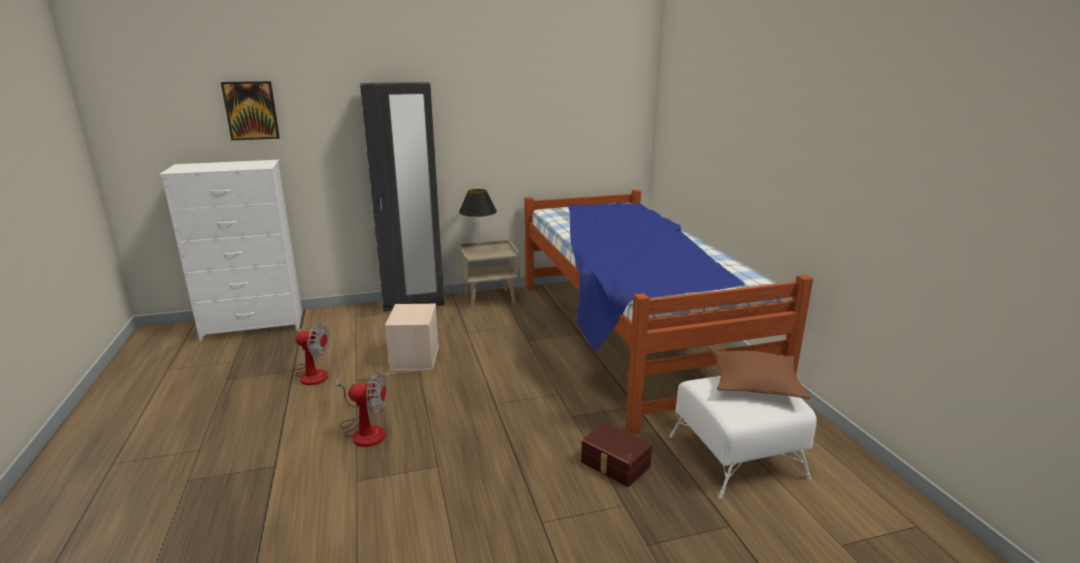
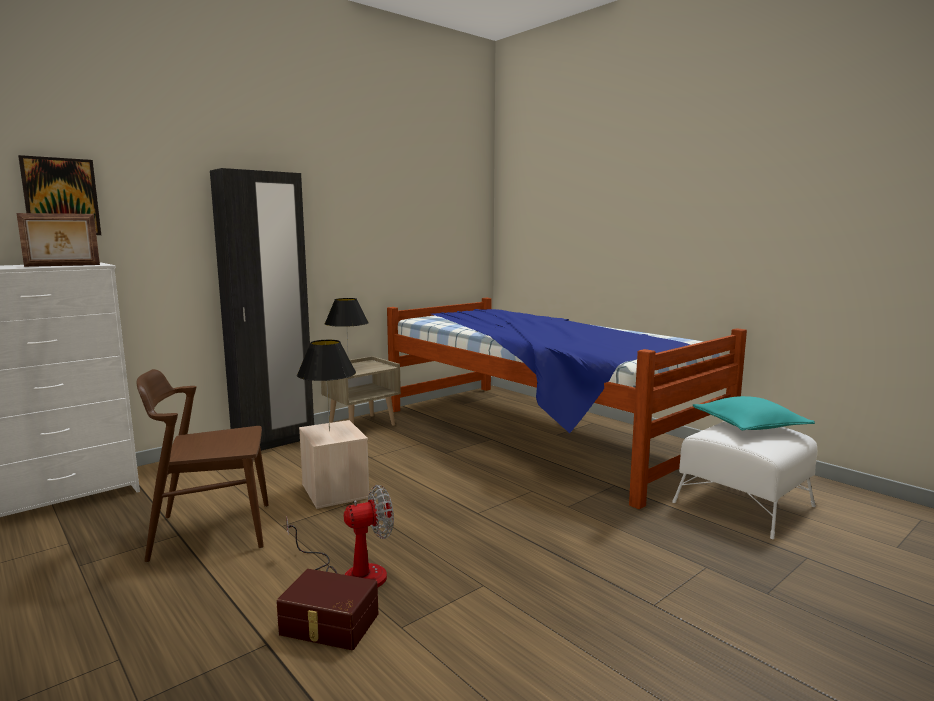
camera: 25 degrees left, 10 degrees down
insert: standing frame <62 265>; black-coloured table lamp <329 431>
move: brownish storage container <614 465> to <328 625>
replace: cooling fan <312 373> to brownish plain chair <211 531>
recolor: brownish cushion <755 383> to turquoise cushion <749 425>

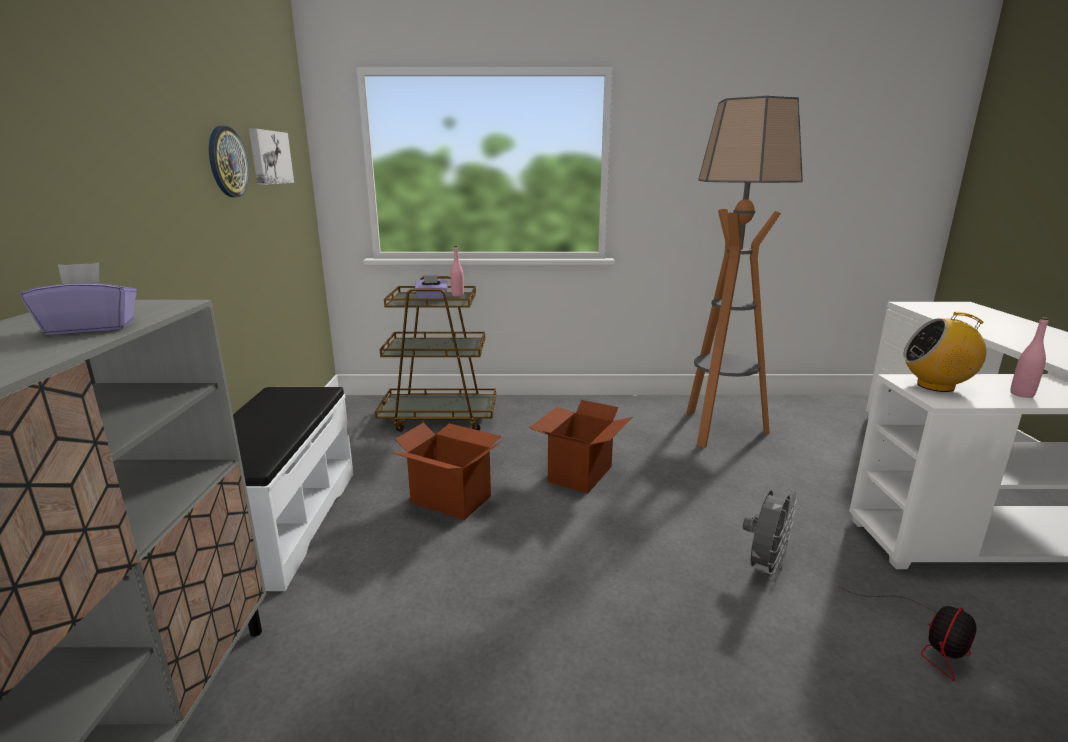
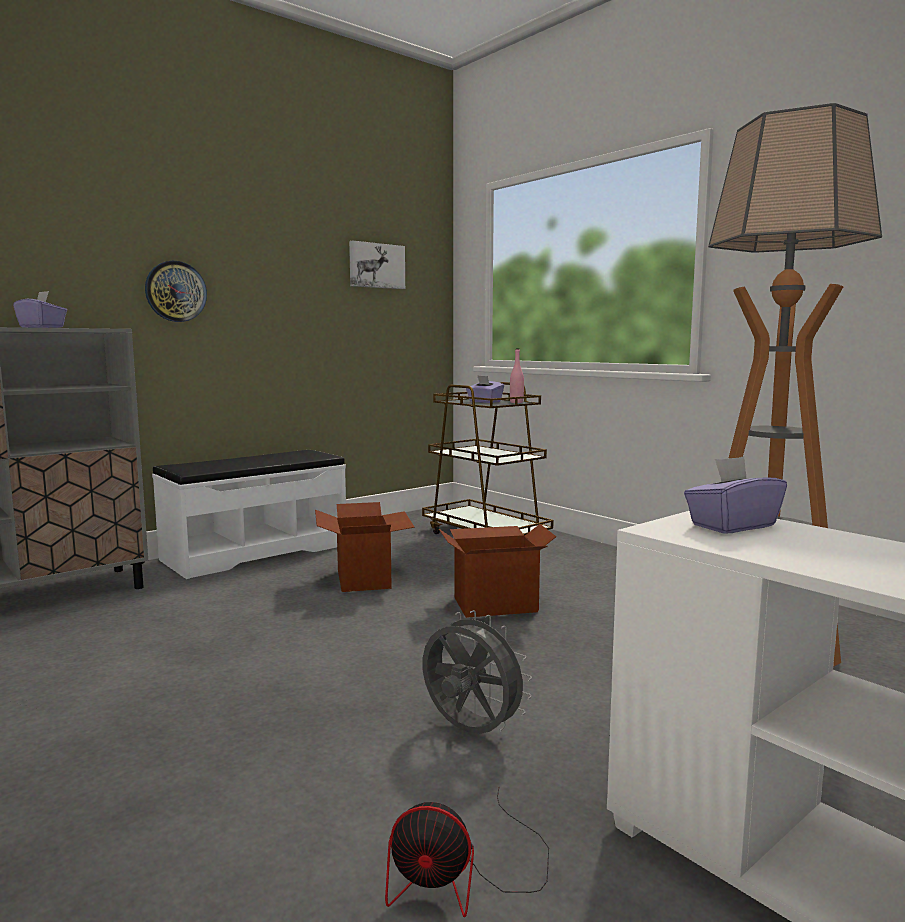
camera: 50 degrees right, 10 degrees down
delete: pinkish beverage bottle <1021 394>
move: hanging clock <227 162> to <175 291>
replace: radio set <936 386> to purplish tissue holder <732 525>
rotate: gray cooling fan <764 567> = <469 732> 135 degrees counterclockwise

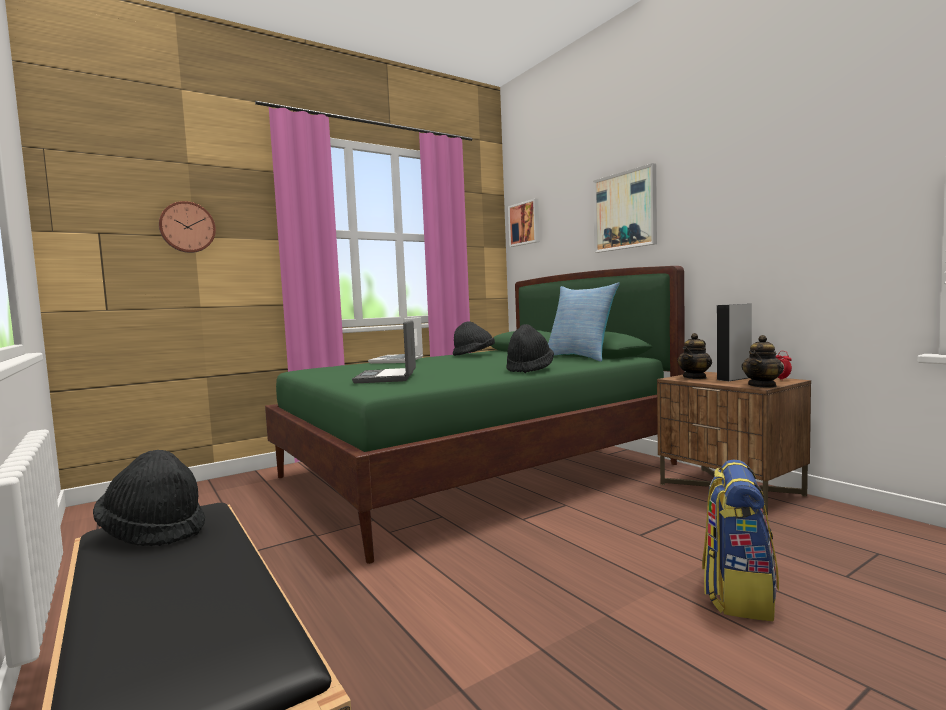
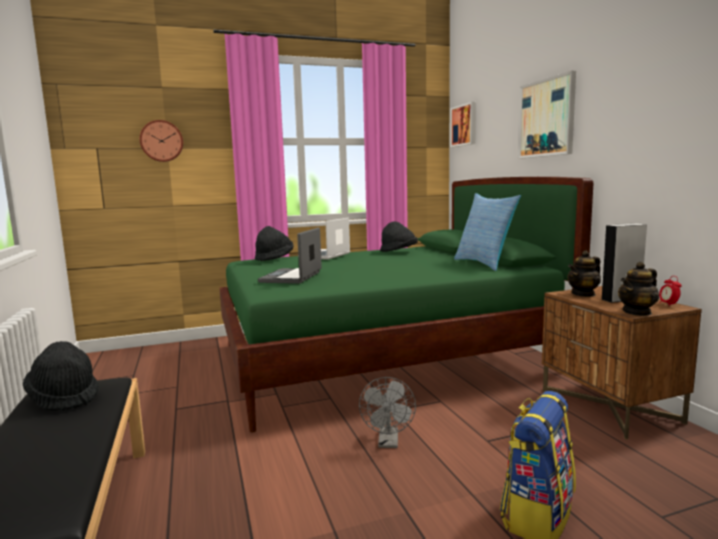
camera: 15 degrees right, 5 degrees up
insert: gray cooling fan <388 443>
move: black-coloured wearable hat <529 369> to <274 258>

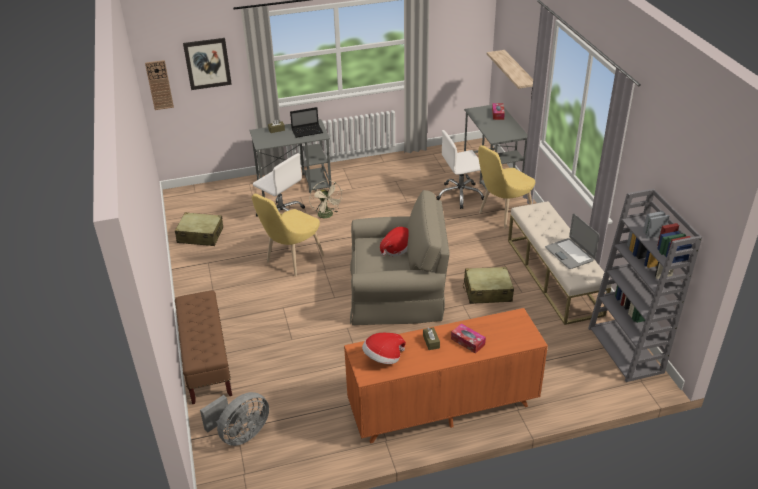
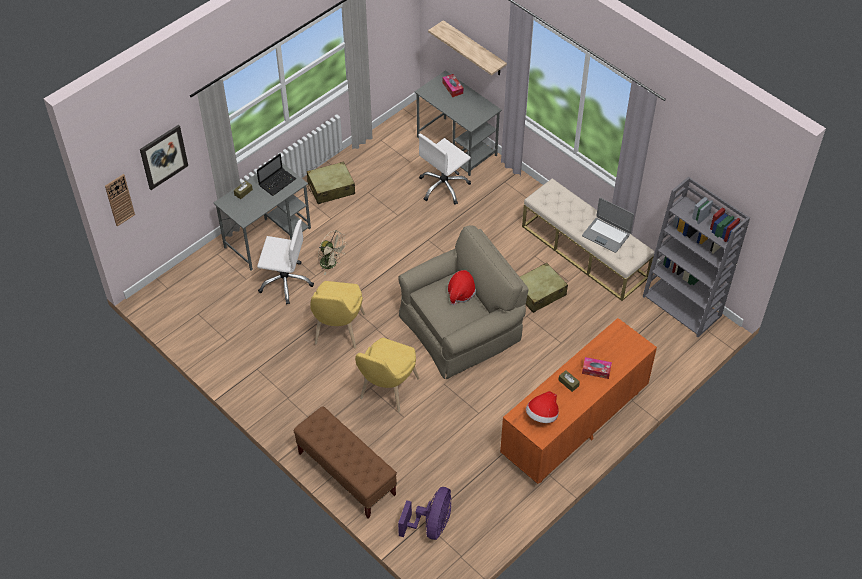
camera: 30 degrees left, 15 degrees up
move: beige-coloured piece of luggage <200 235> to <331 188>; yellowish plain chair <502 215> to <387 391>
recolor: gray cooling fan <240 434> to purplish cooling fan <431 525>

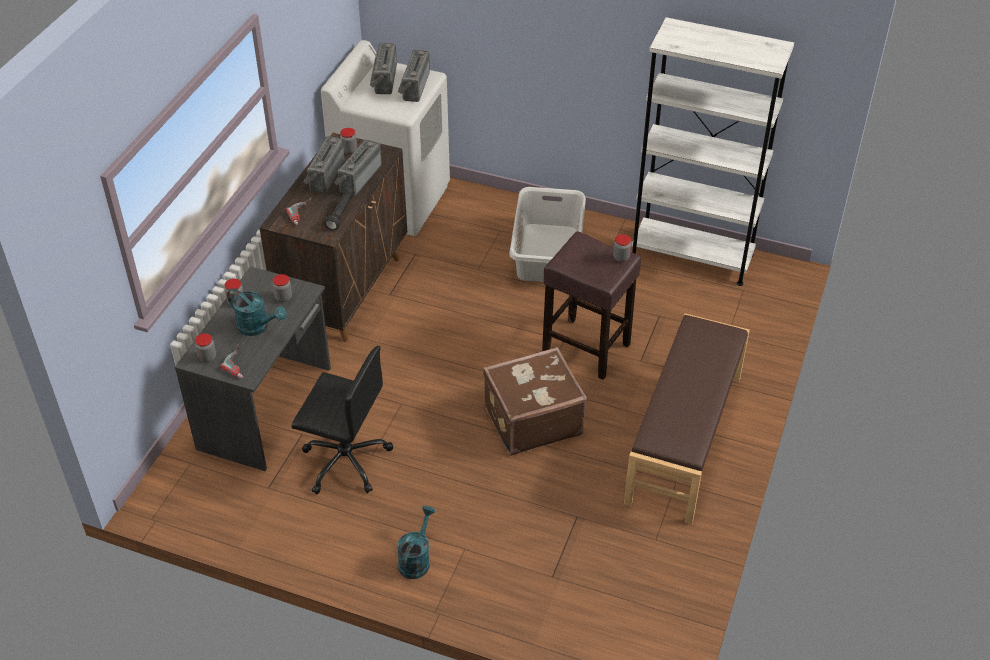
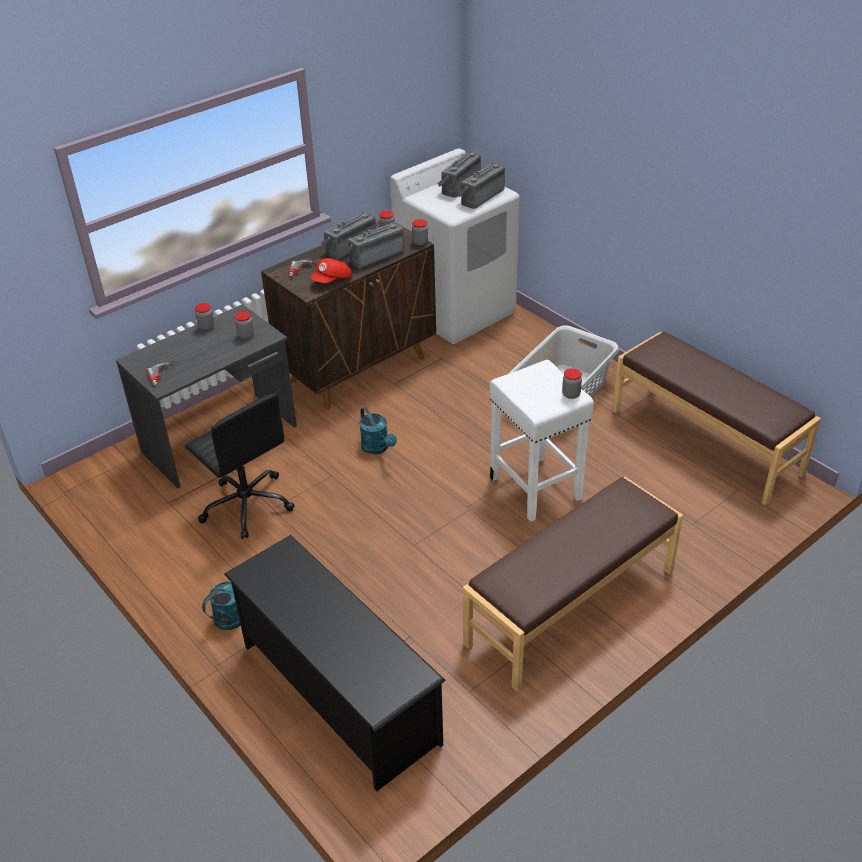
camera: 30 degrees right, 5 degrees down
delete: brownish piece of luggage <531 419>
insert: black-coloured shoe rack <338 692>
move: preserve jar <207 357> to <420 242>; turquoise sprinkling can <258 327> to <378 448>
replace: black-coloured torch <339 216> to reddish baseball cap <332 280>; white shelving unit <691 256> to brownish long seat <705 441>
recolor: brownish stool <587 349> to white stool <536 489>

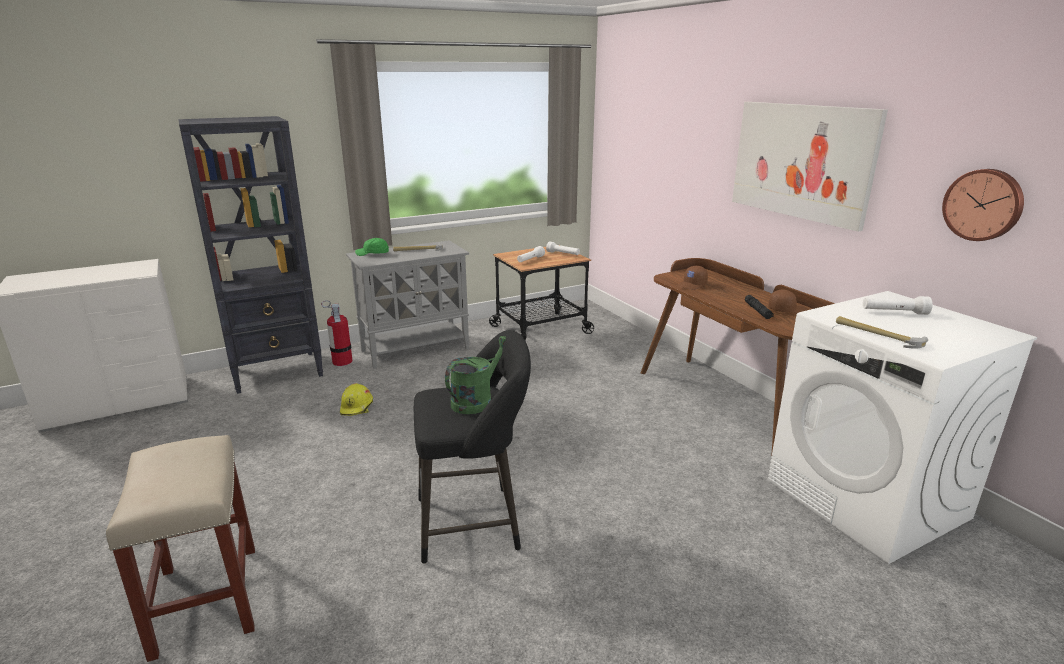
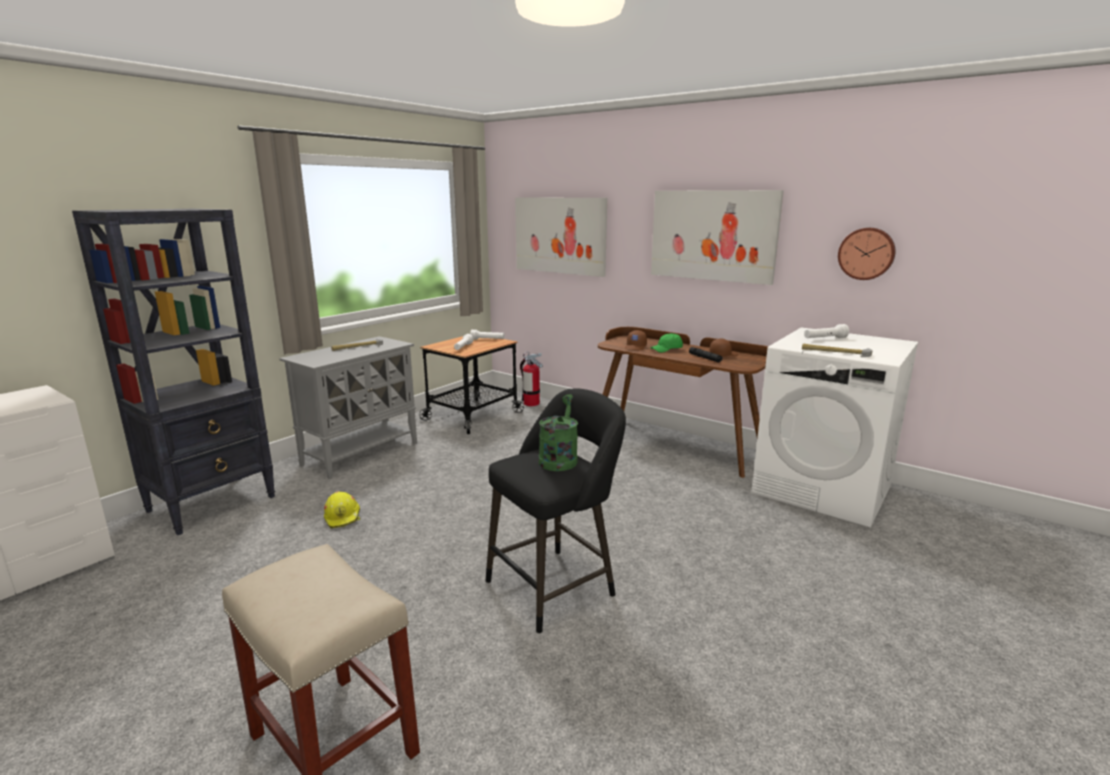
camera: 25 degrees left, 5 degrees down
insert: wall art <560 235>
move: extinguisher <342 361> to <531 403>; green-coloured baseball cap <373 254> to <667 349>

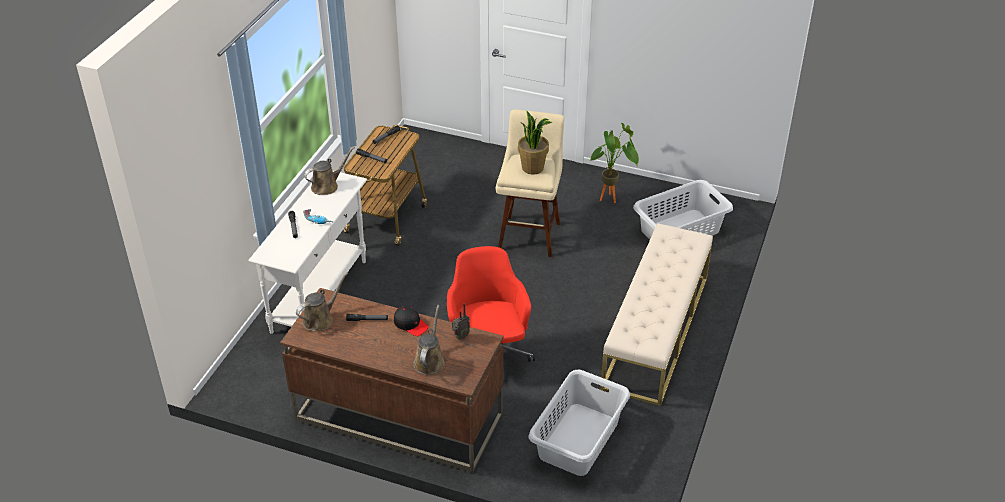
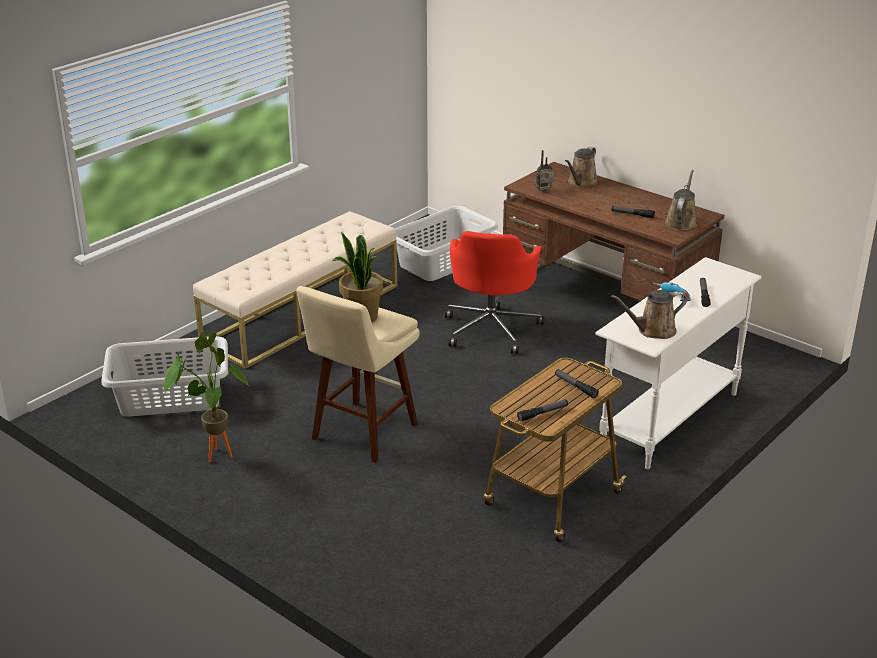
camera: 160 degrees left, 10 degrees down
delete: black-coloured baseball cap <410 324>
rotate: brownish sprinkling can <320 319> = <681 222> 135 degrees clockwise

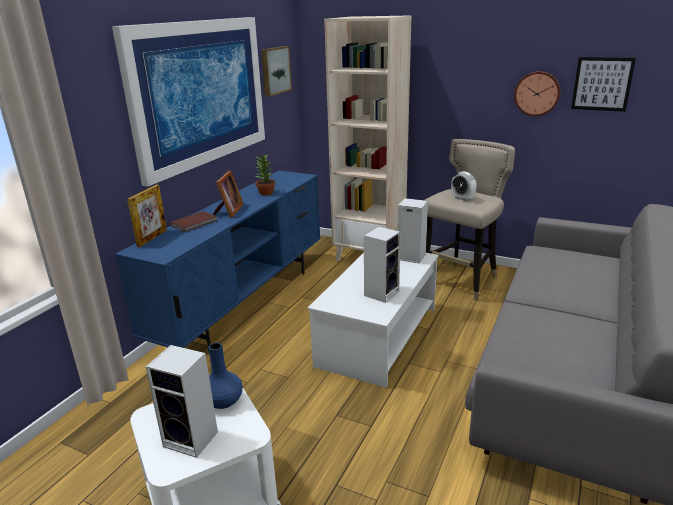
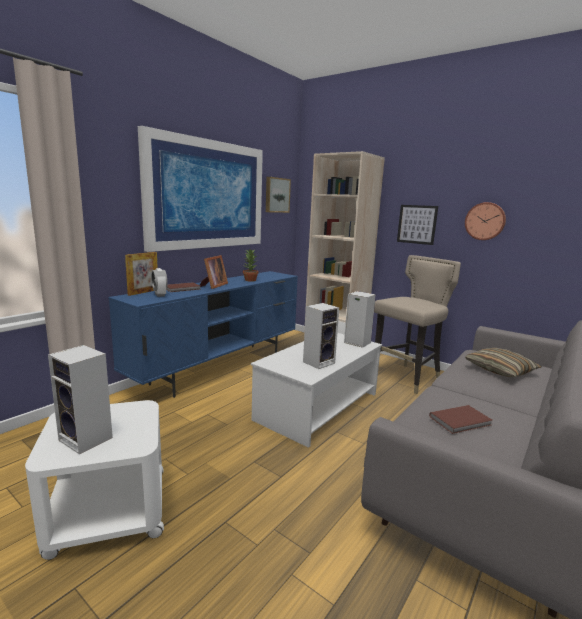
camera: 10 degrees right, 10 degrees down
delete: blue-coloured vase <223 401>
insert: brownish volume <461 421>; cushion <500 370>
move: table clock <462 198> to <160 295>; wall art <602 84> to <417 224>

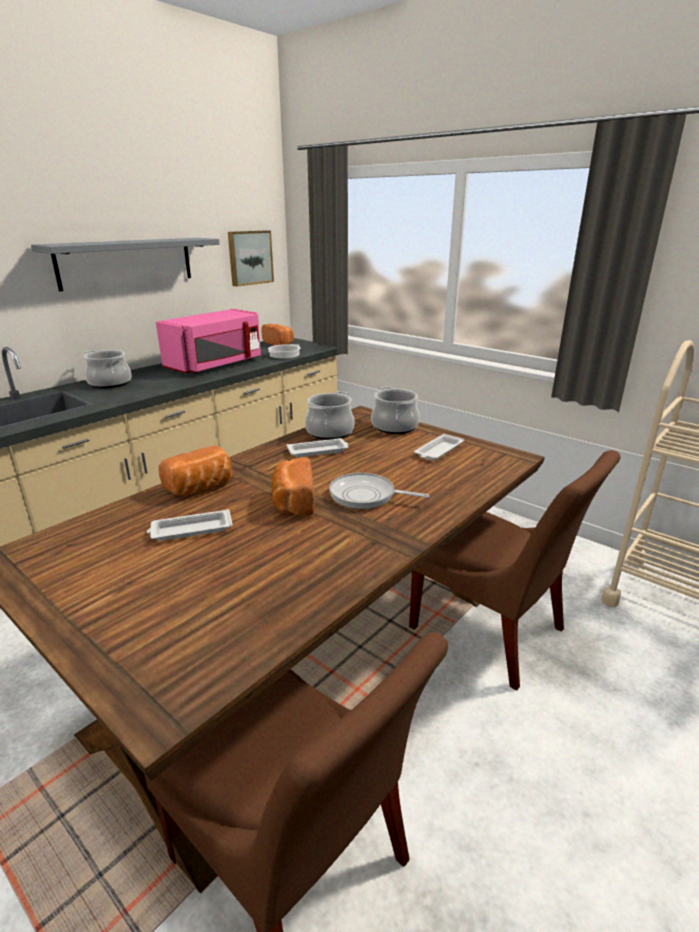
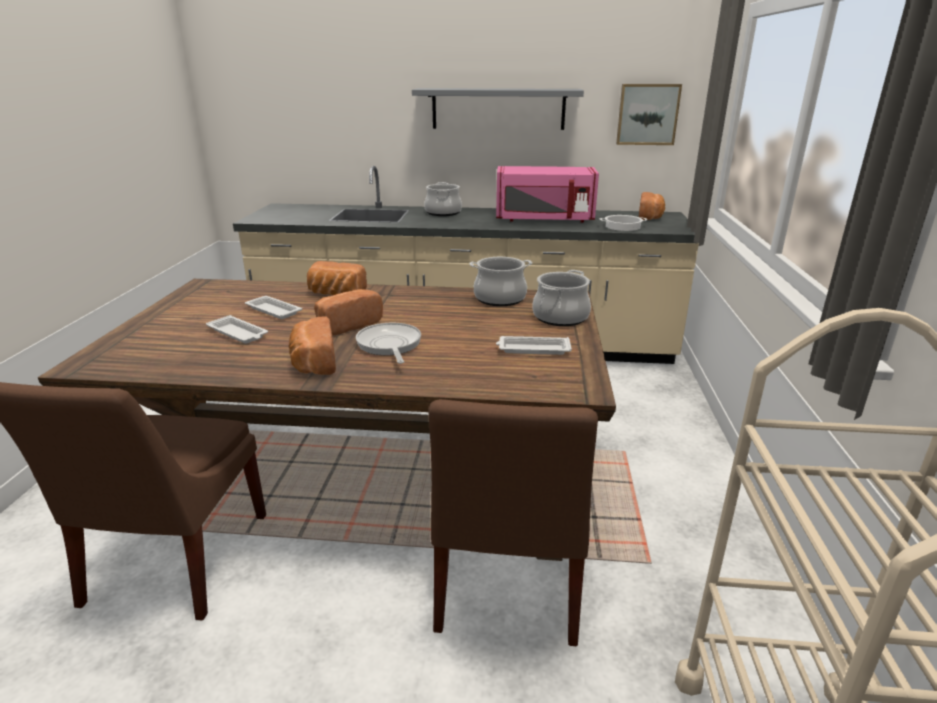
camera: 55 degrees right, 0 degrees up
insert: bread <313 363>
move: white serving tray <318 451> to <238 334>

